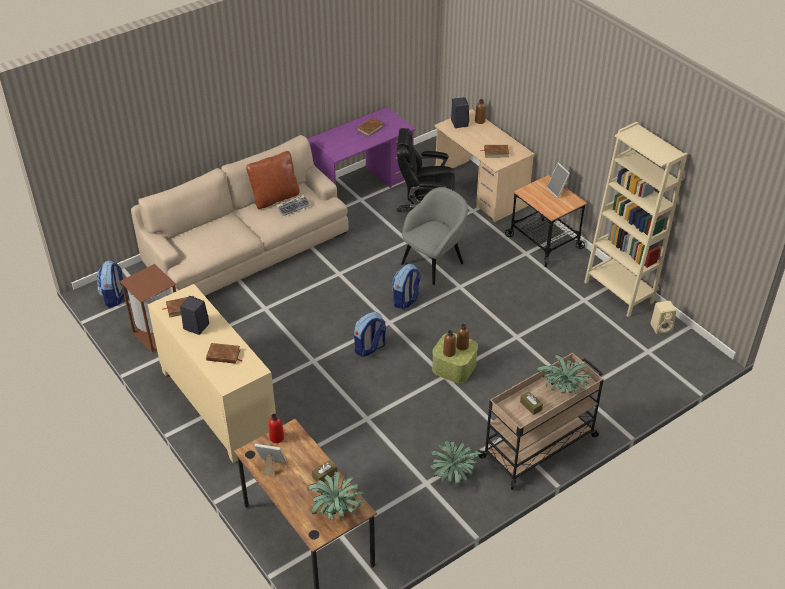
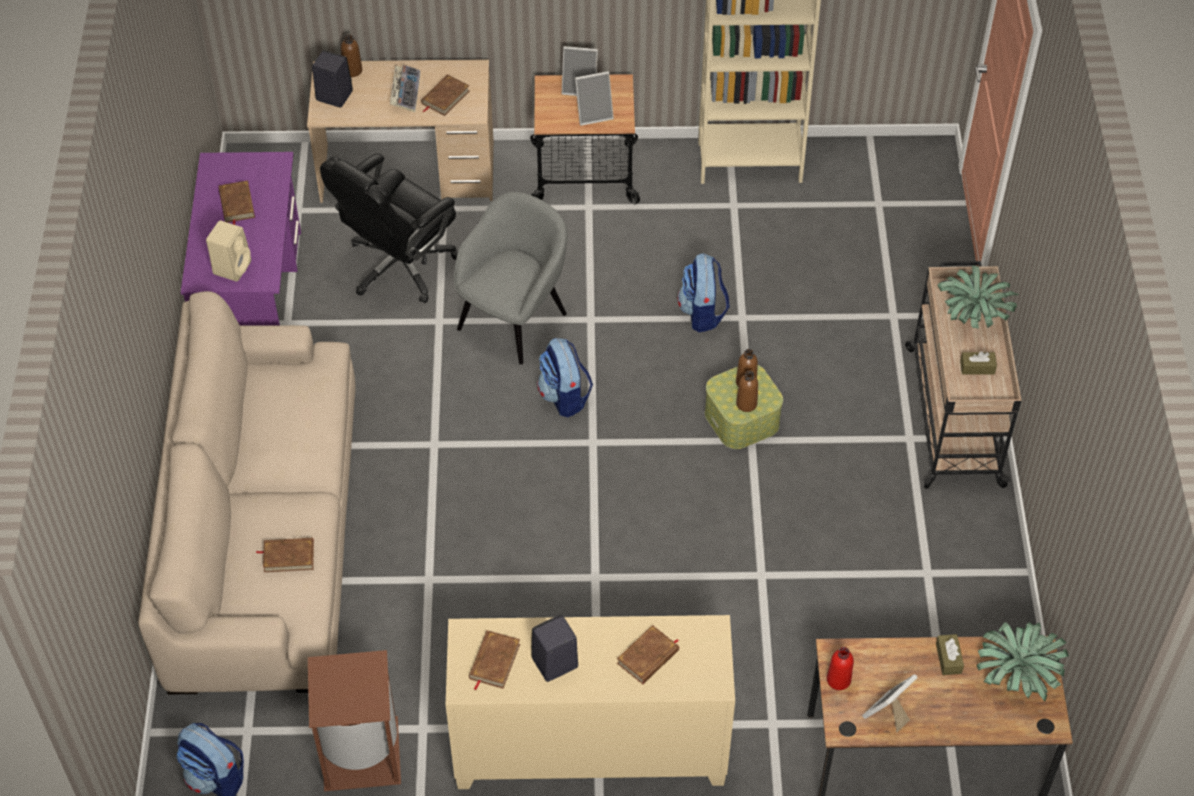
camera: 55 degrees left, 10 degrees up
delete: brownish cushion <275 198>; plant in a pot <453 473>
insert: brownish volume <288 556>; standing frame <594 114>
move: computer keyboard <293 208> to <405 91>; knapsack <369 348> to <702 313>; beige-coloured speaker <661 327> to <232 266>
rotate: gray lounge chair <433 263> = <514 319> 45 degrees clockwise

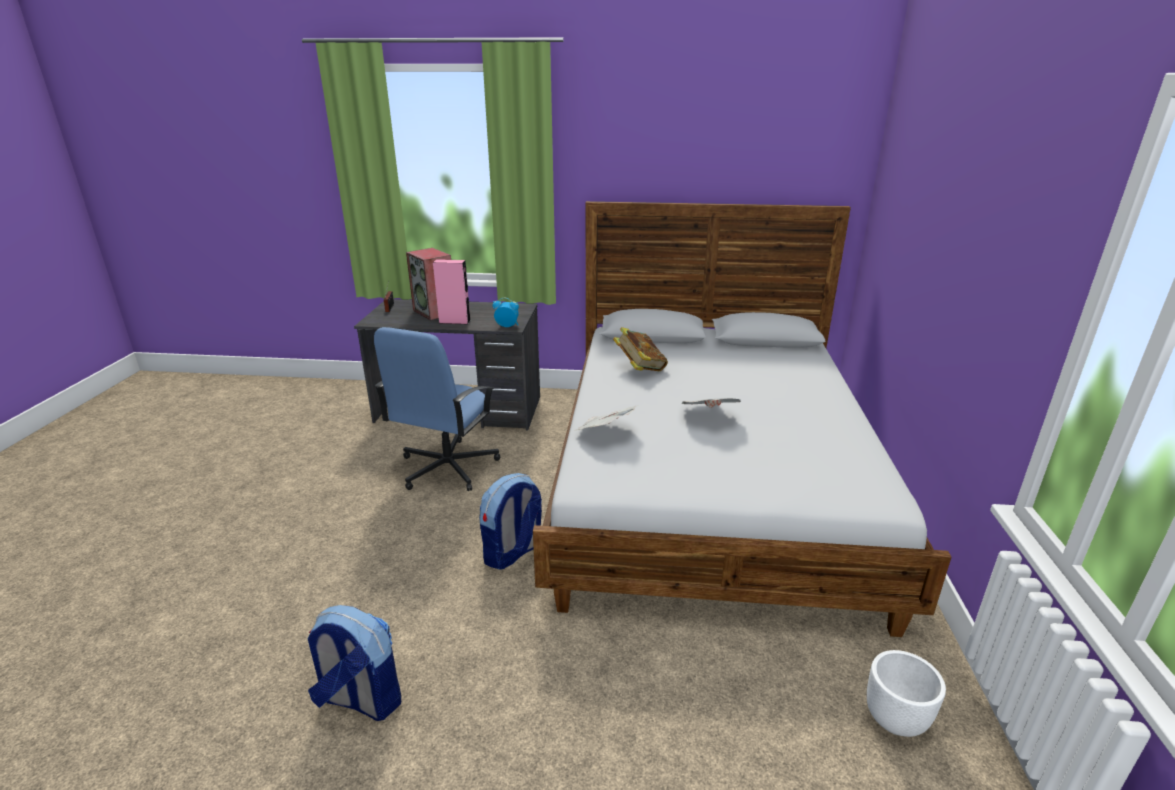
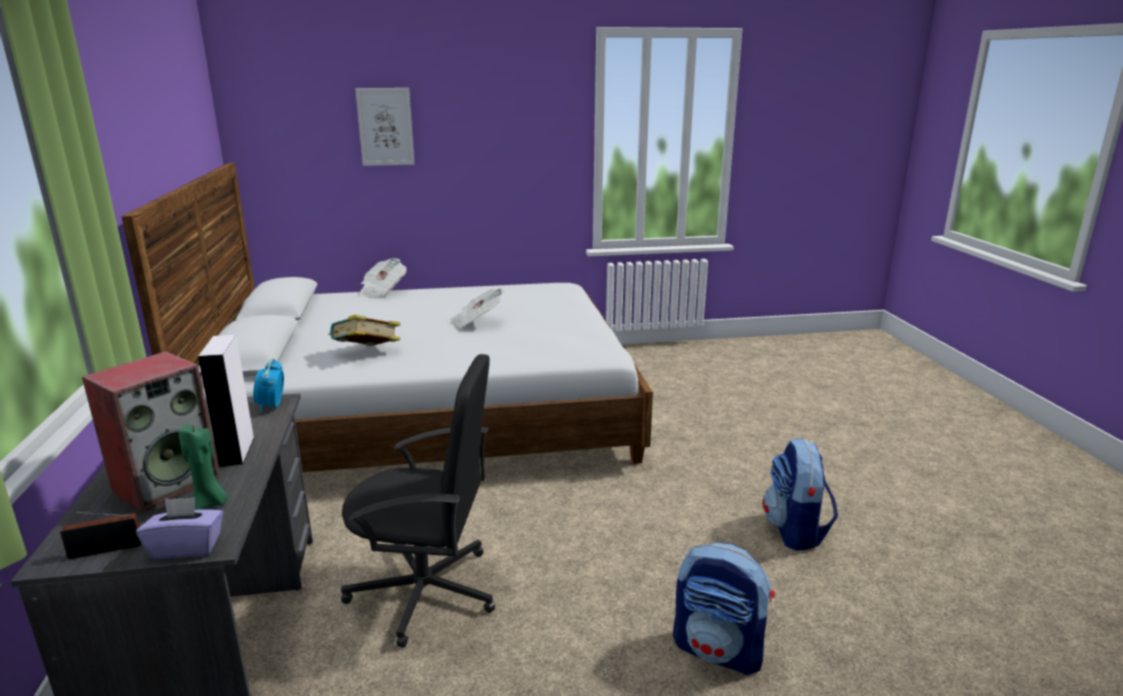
camera: 105 degrees left, 5 degrees down
delete: white flower pot <896 719>
insert: purplish tissue holder <187 547>; green-coloured wax candle <209 504>; wall art <385 127>
move: knapsack <513 553> to <719 650>; daily paper <605 433> to <382 291>
recolor: blue-coloured office chair <447 468> to black-coloured office chair <426 591>; pinkish speaker <454 321> to white speaker <237 451>

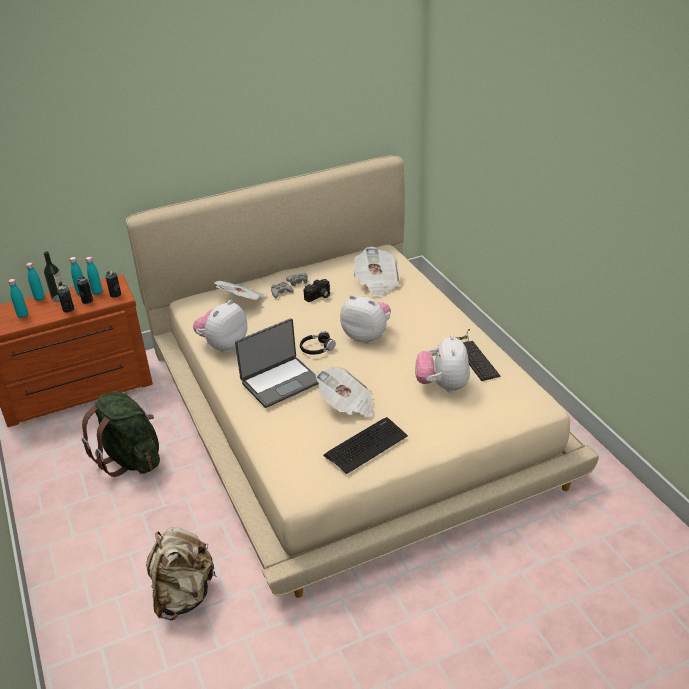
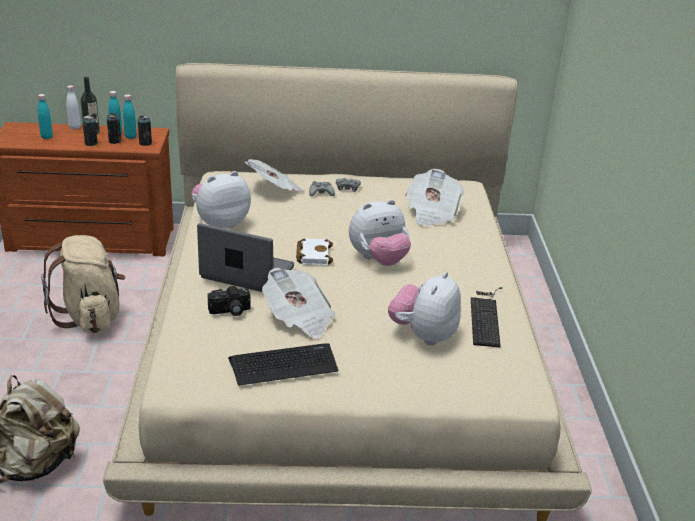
camera: 20 degrees right, 5 degrees down
move: still camera <319 297> to <230 311>
replace: black-coloured pair of headphones <317 348> to white volume <313 254>
recolor: turquoise beverage bottle <39 298> to white beverage bottle <74 127>; green-coloured knapsack <131 458> to beige-coloured knapsack <90 317>
rotate: portable computer <280 382> = <246 274> 150 degrees counterclockwise; soft toy <367 336> = <378 260> 105 degrees clockwise

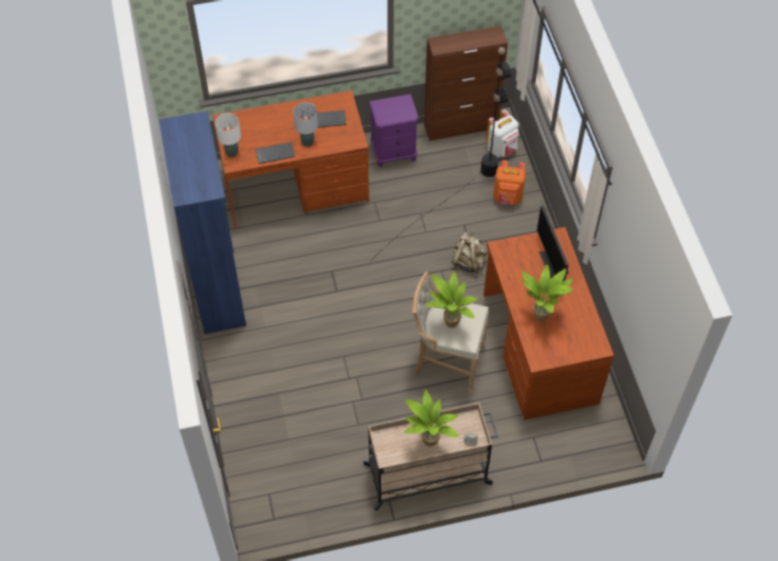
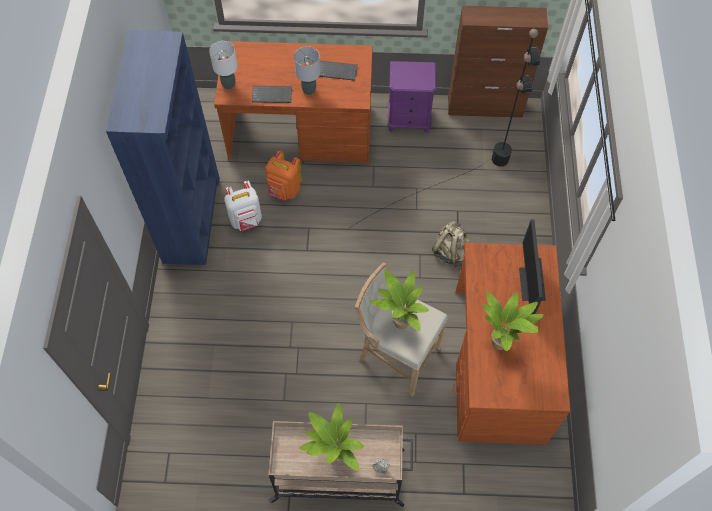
camera: 15 degrees right, 5 degrees up
move: white knapsack <502 149> to <246 220>; orange-coloured knapsack <507 198> to <284 190>

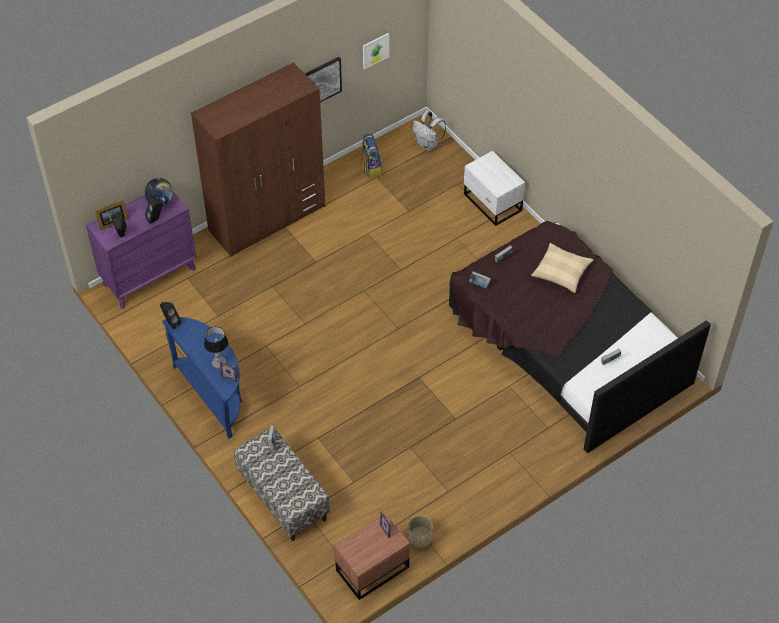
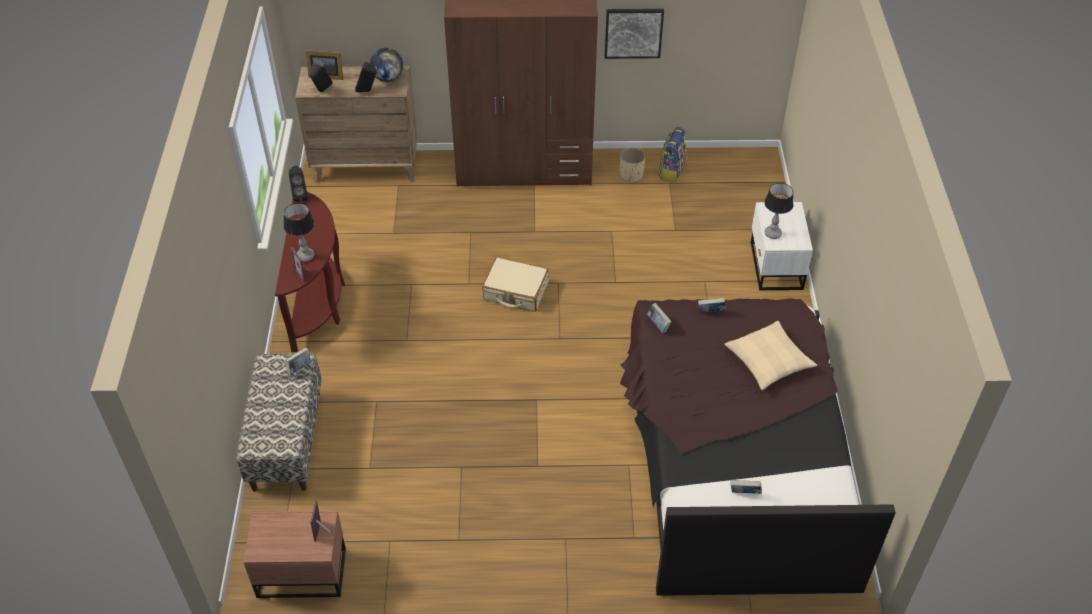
camera: 35 degrees right, 5 degrees down
delete: wall art <375 50>; white knapsack <428 144>
insert: beige-coloured piece of luggage <515 291>; table lamp <772 233>
move: beige-coloured flower pot <420 538> to <631 175>
recolor: purplish dresser <149 276> to brownish dresser <366 167>; blue-coloured console table <214 395> to brownish console table <318 303>

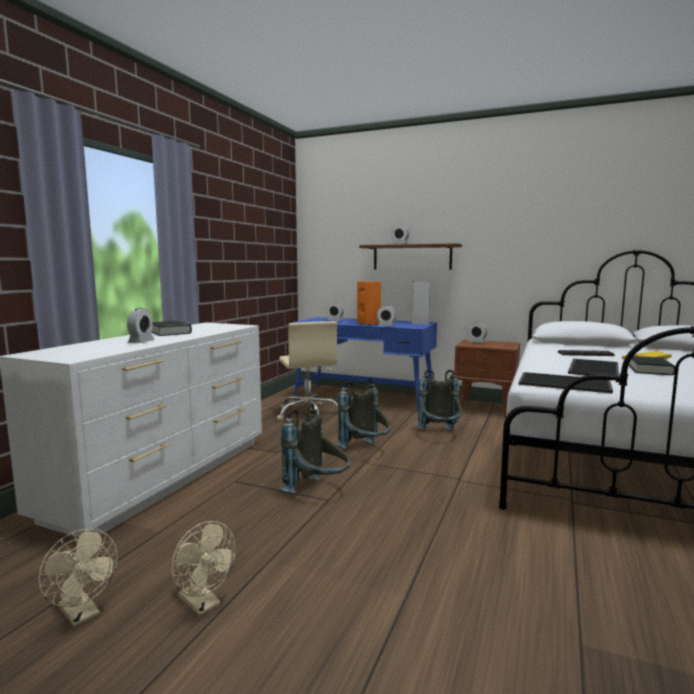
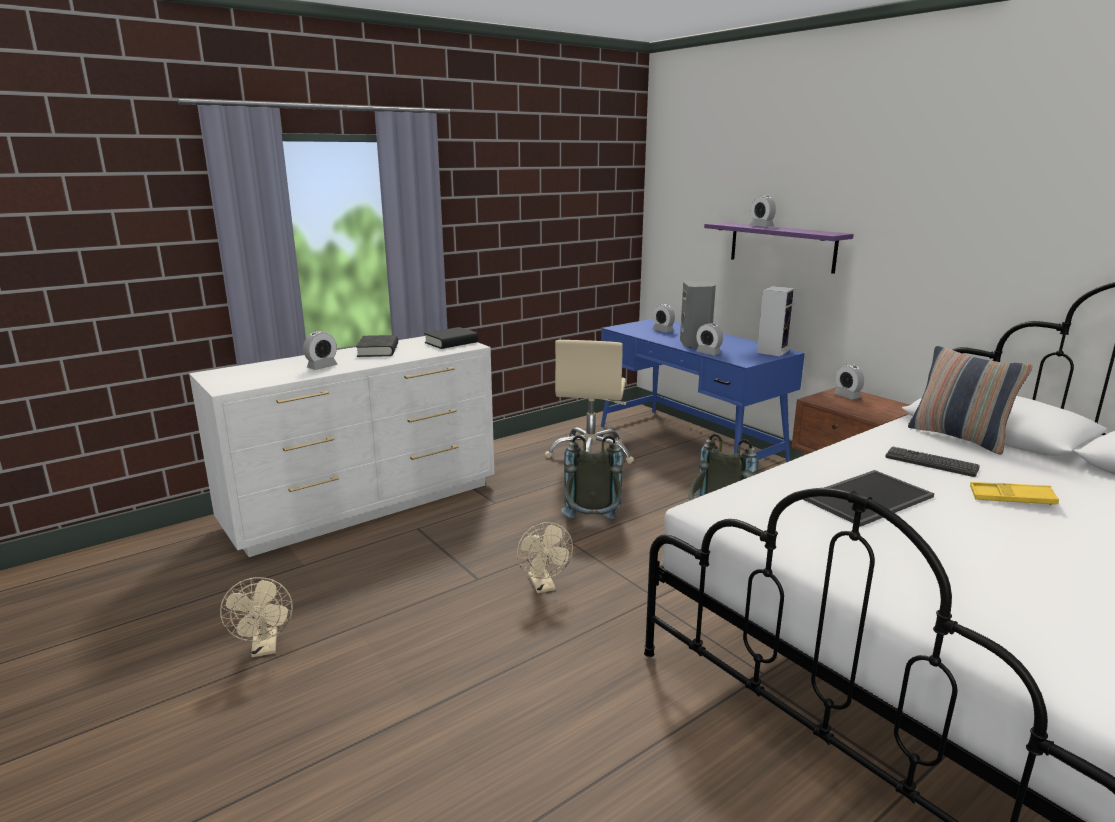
camera: 30 degrees right, 10 degrees up
delete: gray knapsack <318 490>; serving tray <563 383>
insert: cushion <958 437>
move: beige-coloured cooling fan <82 614> to <543 586>; black-coloured volume <650 370> to <451 342>
recolor: orange-coloured speaker <369 324> to gray speaker <695 344>; brownish wall shelf <412 257> to purplish wall shelf <782 246>

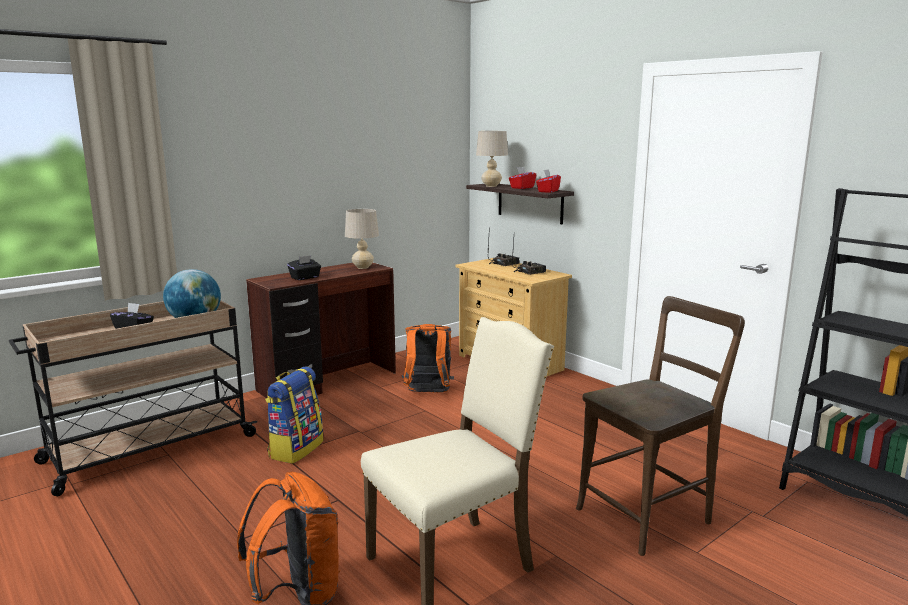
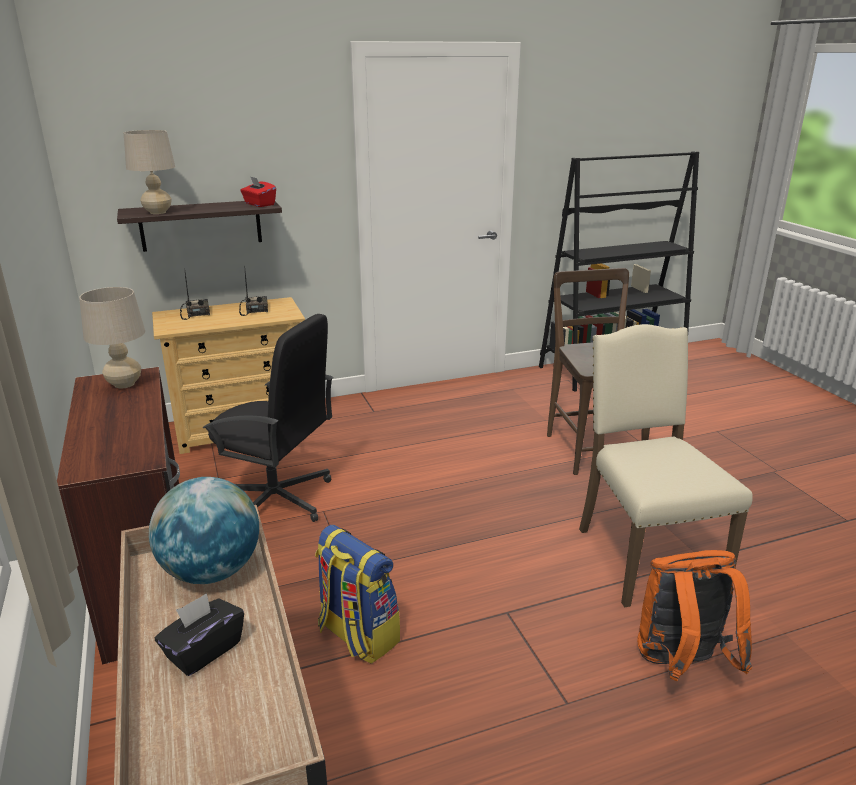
camera: 70 degrees left, 10 degrees up
delete: black-coloured tissue holder <305 277>; reddish tissue holder <522 188>
replace: orange-coloured knapsack <428 393> to black-coloured office chair <276 500>

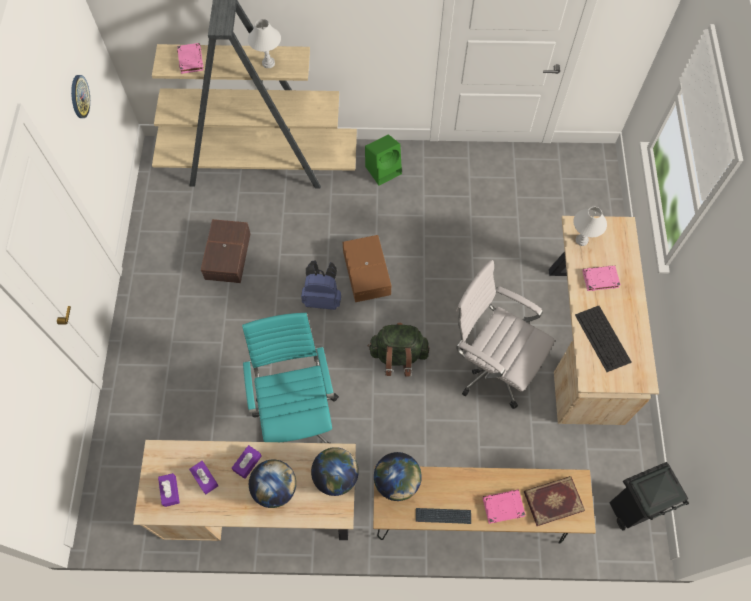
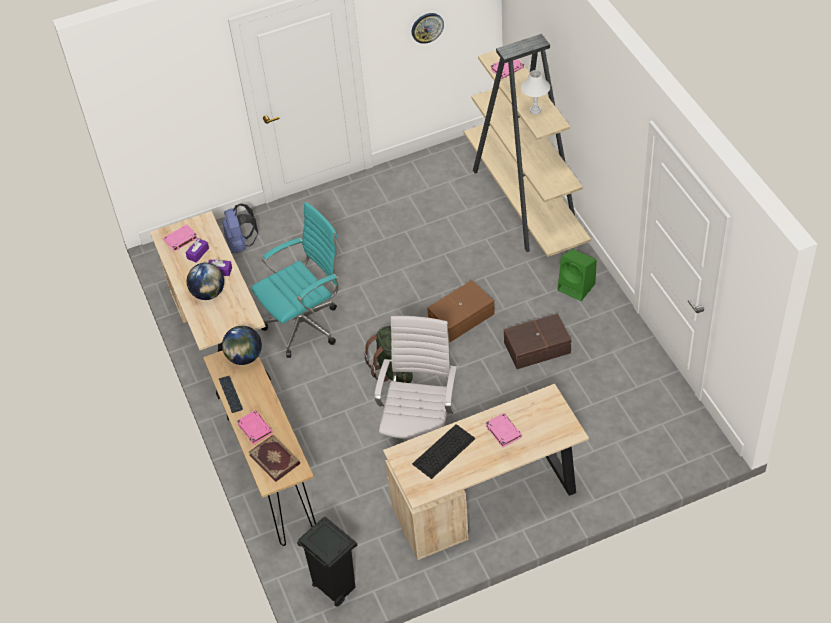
camera: 70 degrees right, 15 degrees down
delete: globe <336 476>; white table lamp <581 240>
move: brownish storage container <227 256> to <536 347>; blue-coloured knapsack <323 298> to <241 244>
replace: purplish tissue holder <170 491> to pinkish volume <180 239>

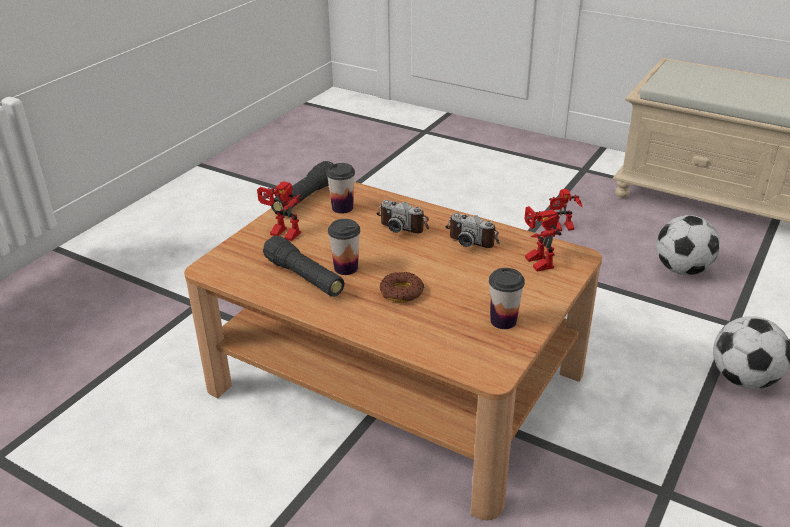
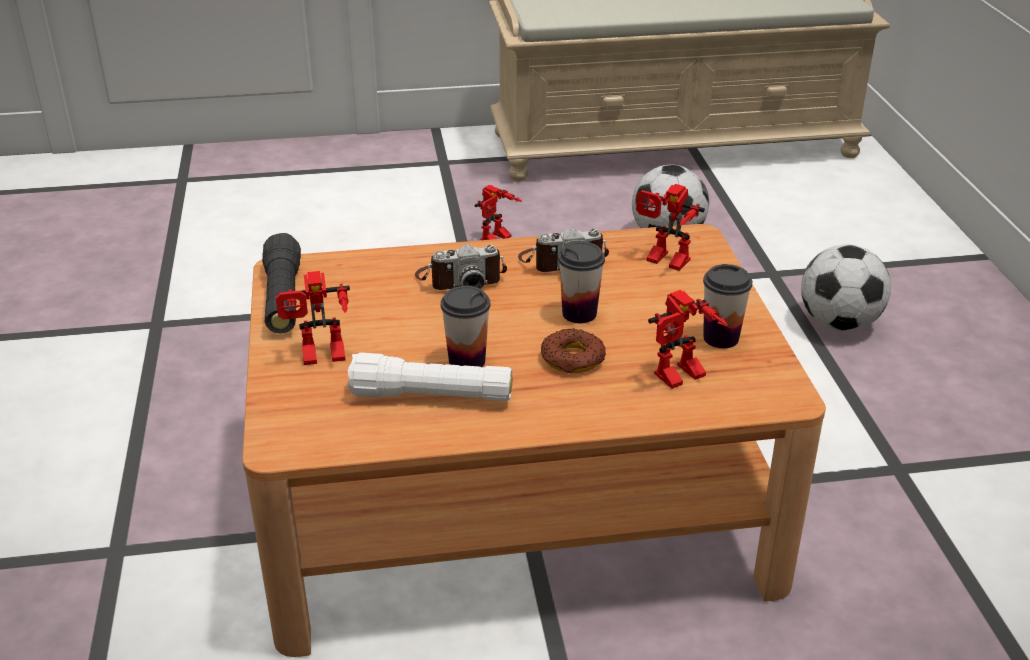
camera: 40 degrees left, 0 degrees up
insert: toy robot <680 379>
move: small cup <342 208> to <579 314>
recolor: black-coloured torch <304 277> to white torch <432 396>

